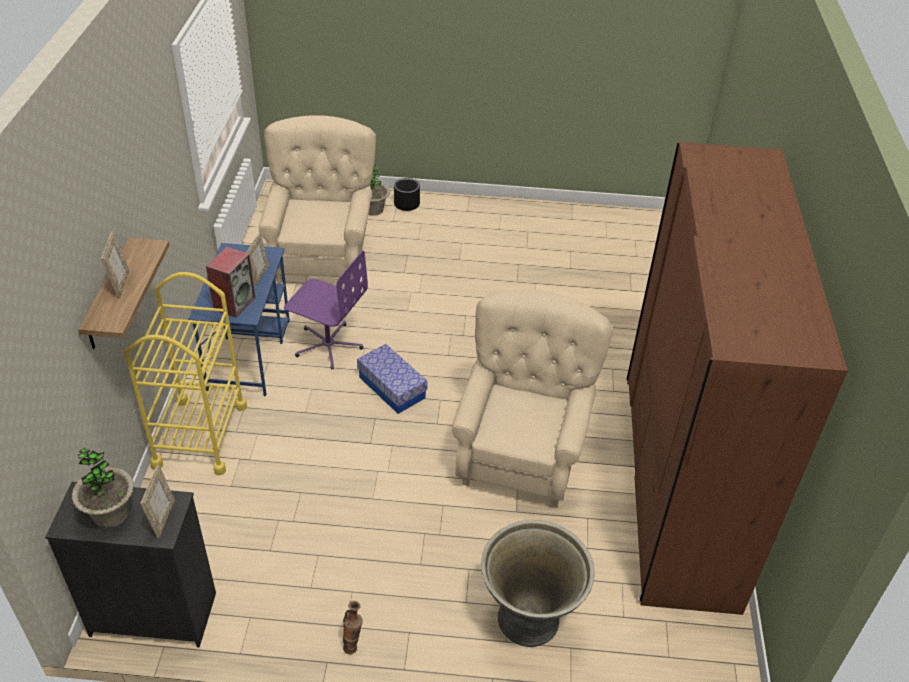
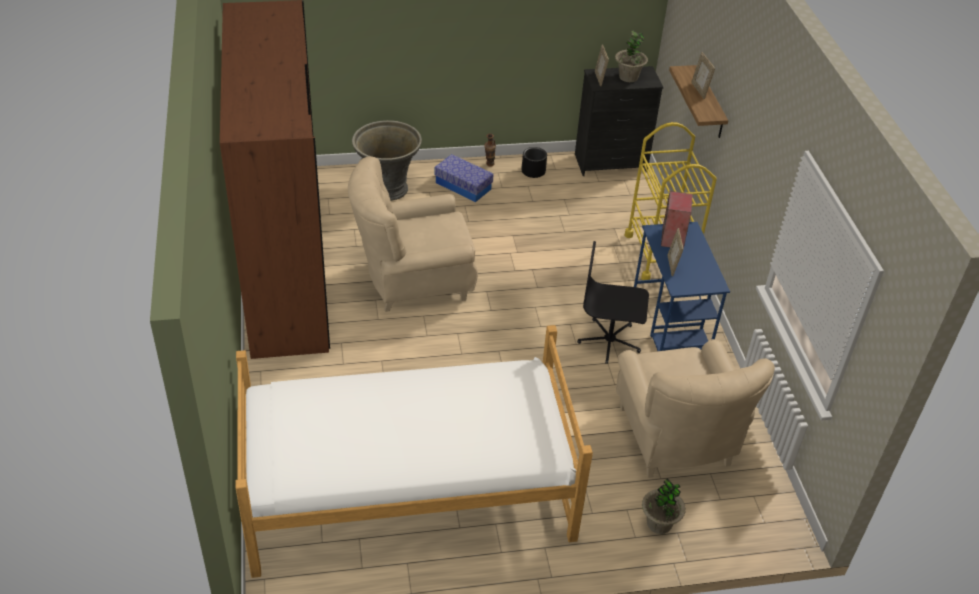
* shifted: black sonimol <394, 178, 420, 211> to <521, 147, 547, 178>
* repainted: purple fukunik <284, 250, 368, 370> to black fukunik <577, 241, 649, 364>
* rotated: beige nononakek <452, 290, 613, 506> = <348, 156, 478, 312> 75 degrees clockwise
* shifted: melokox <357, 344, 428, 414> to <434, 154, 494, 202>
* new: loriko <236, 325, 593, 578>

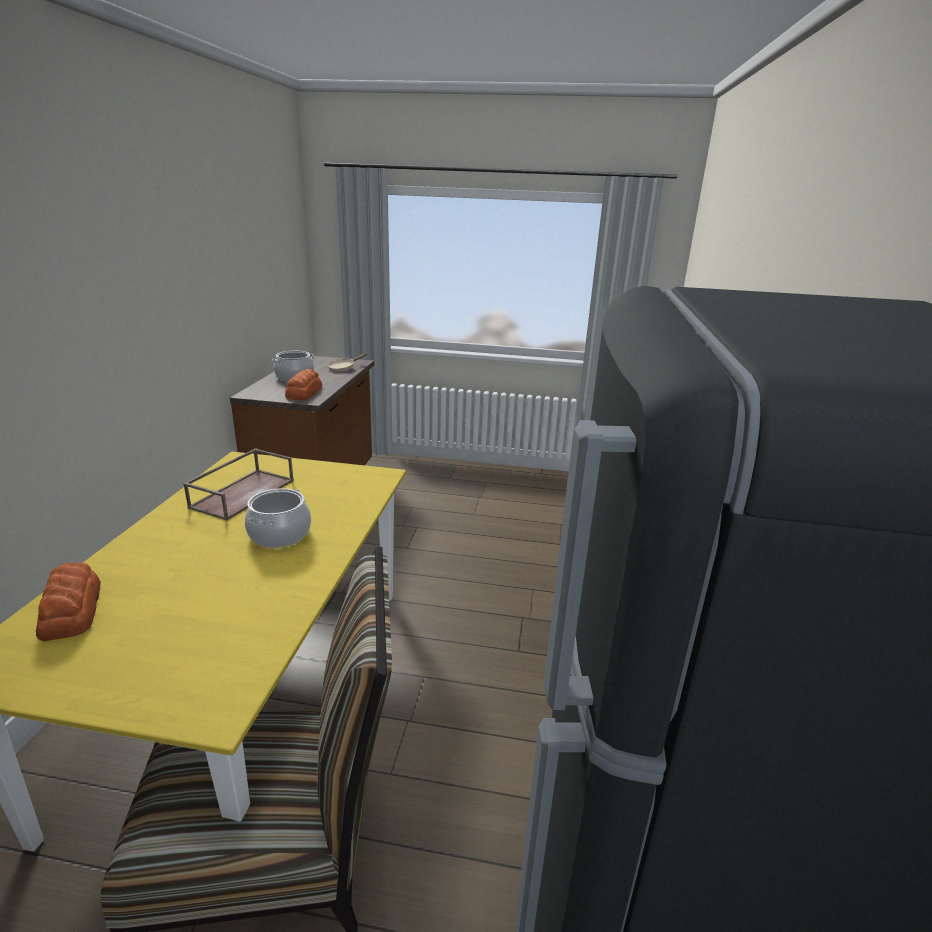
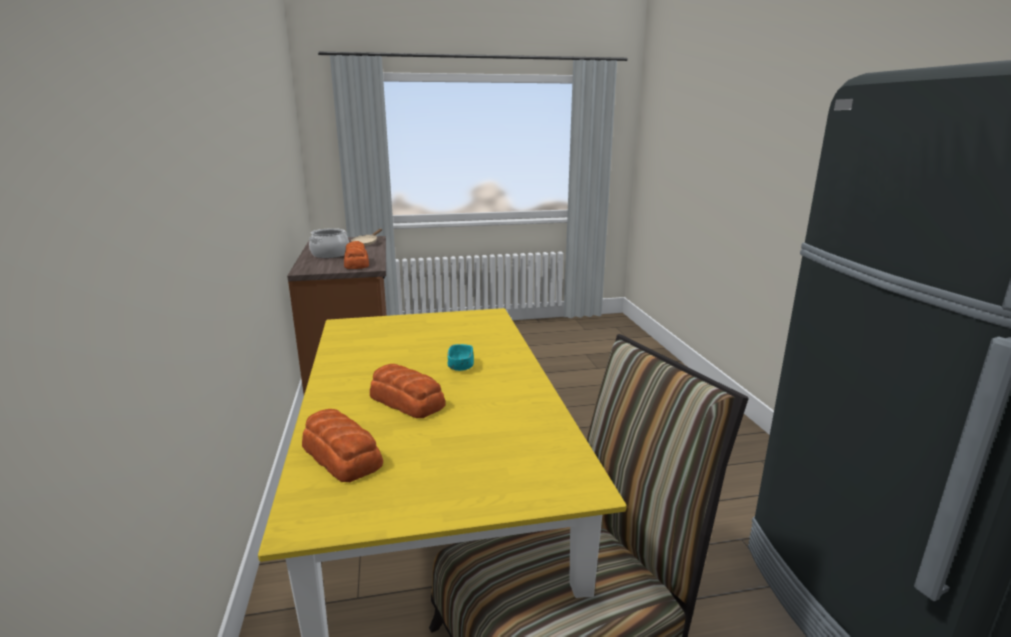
* gone: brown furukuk <183, 448, 294, 521>
* swapped: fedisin <245, 488, 311, 548> to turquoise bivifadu <447, 344, 474, 371>
* new: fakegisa <370, 364, 446, 418>

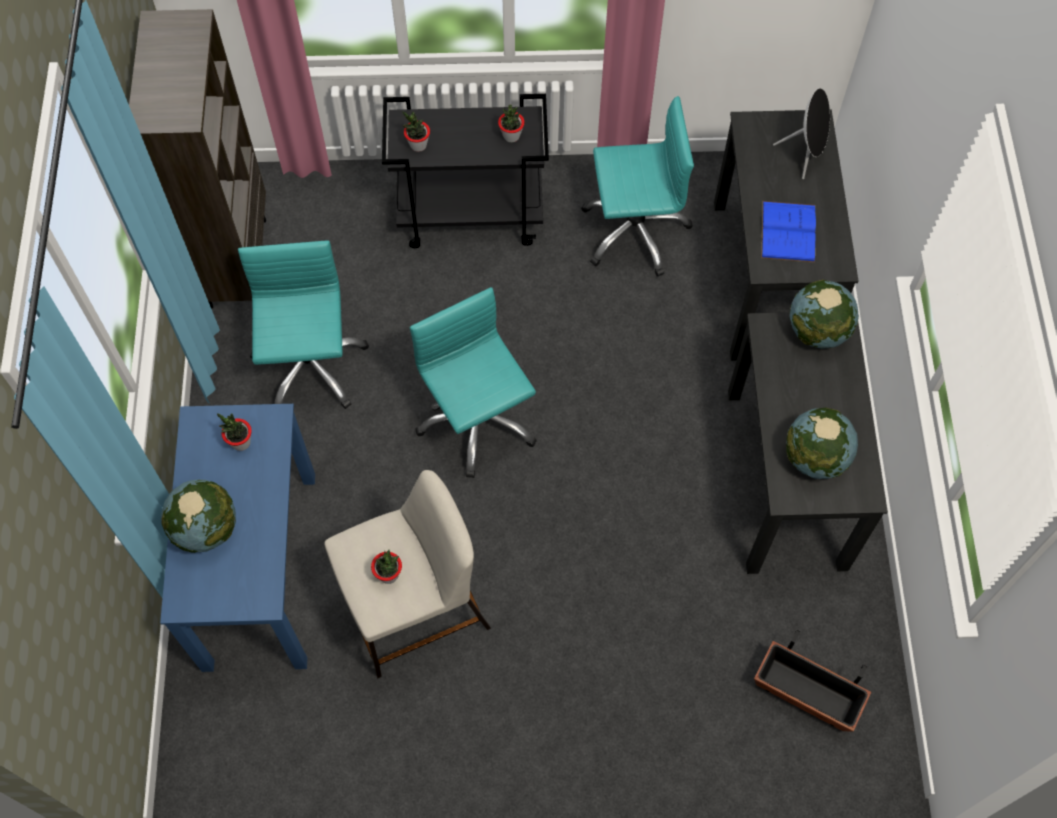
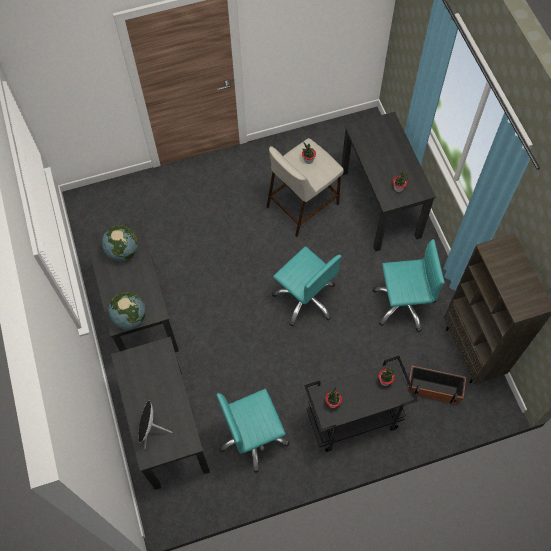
* gone: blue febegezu <761, 201, 816, 263>
* rotated: turquoise fukunik <238, 240, 369, 409> = <372, 239, 445, 332> 75 degrees counterclockwise
* repainted: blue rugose <160, 404, 315, 672> to black rugose <341, 112, 436, 252>
* gone: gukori <161, 480, 236, 553>
* shifted: sonimol <754, 630, 871, 731> to <408, 366, 466, 404>

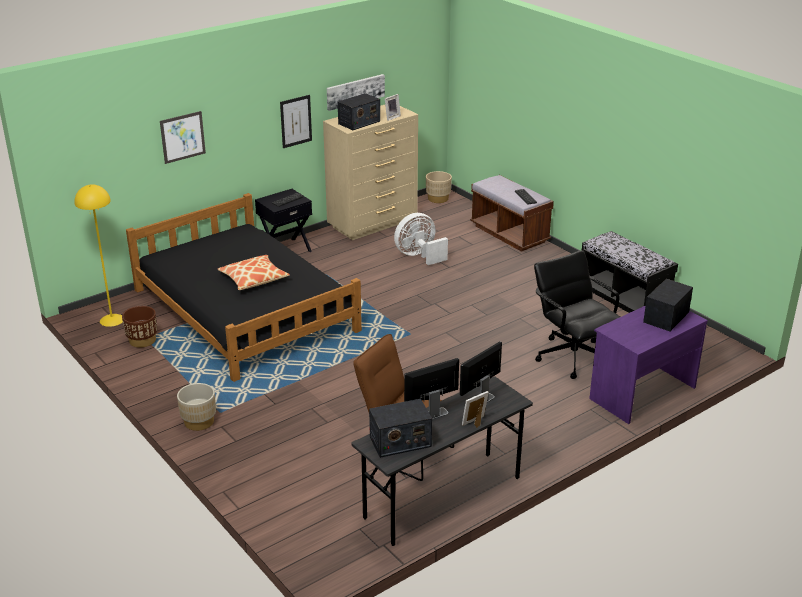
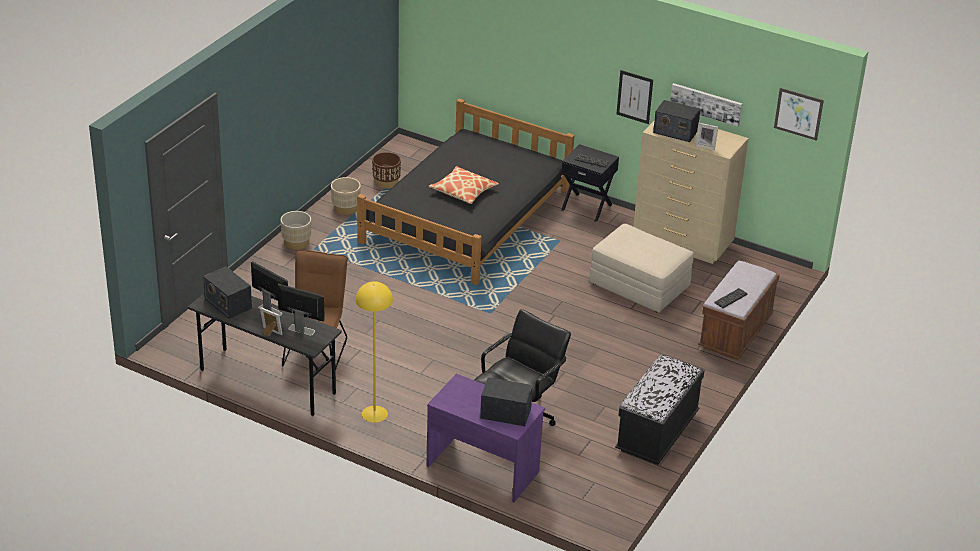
* shifted: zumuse <160, 111, 206, 164> to <774, 88, 824, 141>
* shifted: beige sonimol <426, 171, 452, 203> to <331, 177, 361, 215>
* shifted: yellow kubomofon <74, 185, 123, 327> to <356, 281, 393, 423>
* swapped: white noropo <394, 213, 448, 265> to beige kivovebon <589, 224, 694, 313>

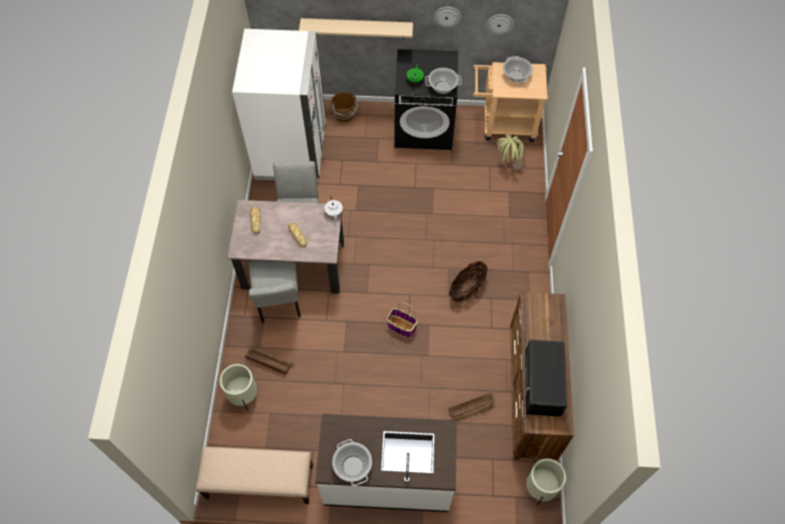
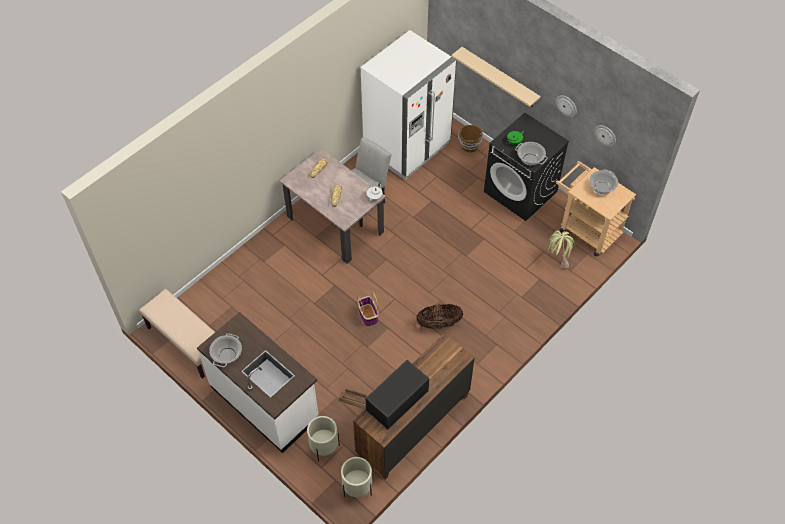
* gone: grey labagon <248, 261, 301, 323>
* gone: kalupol <245, 348, 294, 375>
* shifted: beige sonimol <220, 364, 257, 411> to <307, 416, 340, 461>

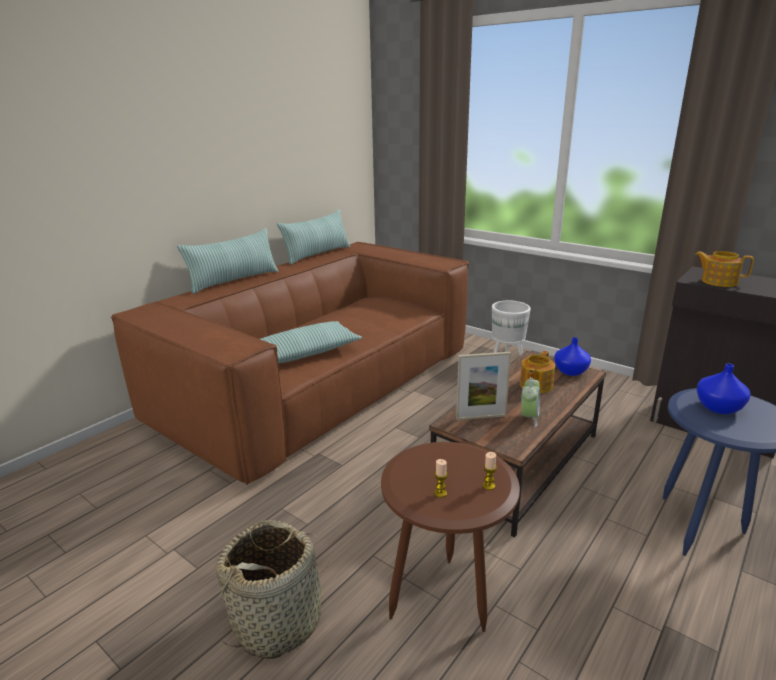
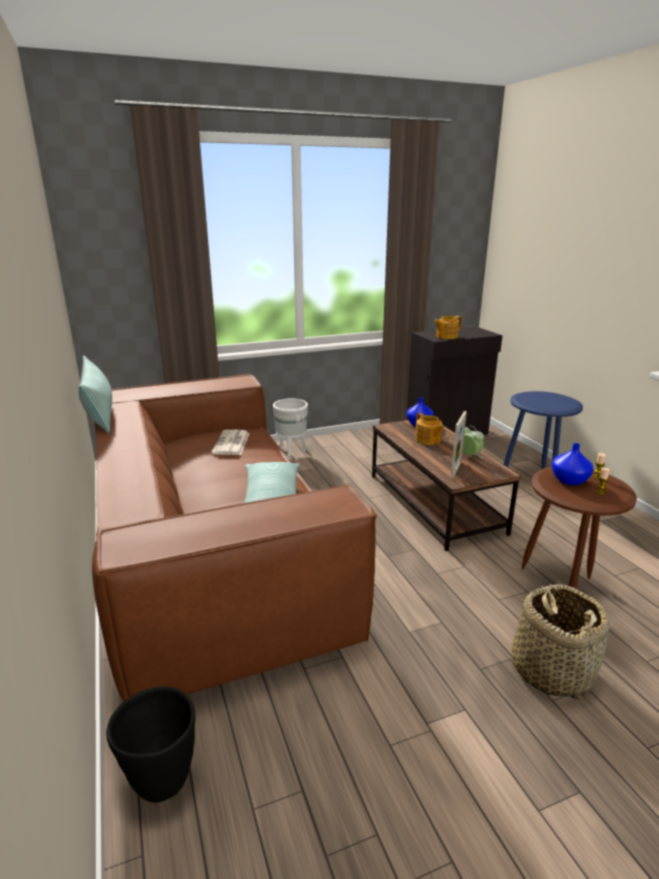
* gone: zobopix <177, 228, 279, 294>
* shifted: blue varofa <697, 364, 750, 414> to <552, 443, 594, 485>
* new: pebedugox <212, 430, 250, 455>
* new: black sonimol <106, 686, 196, 803>

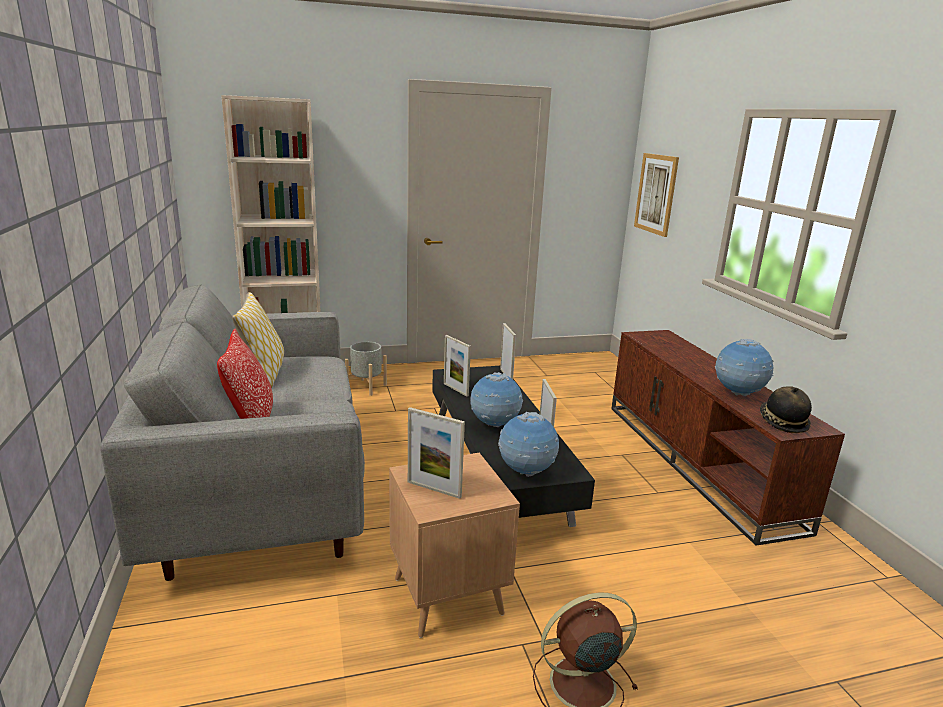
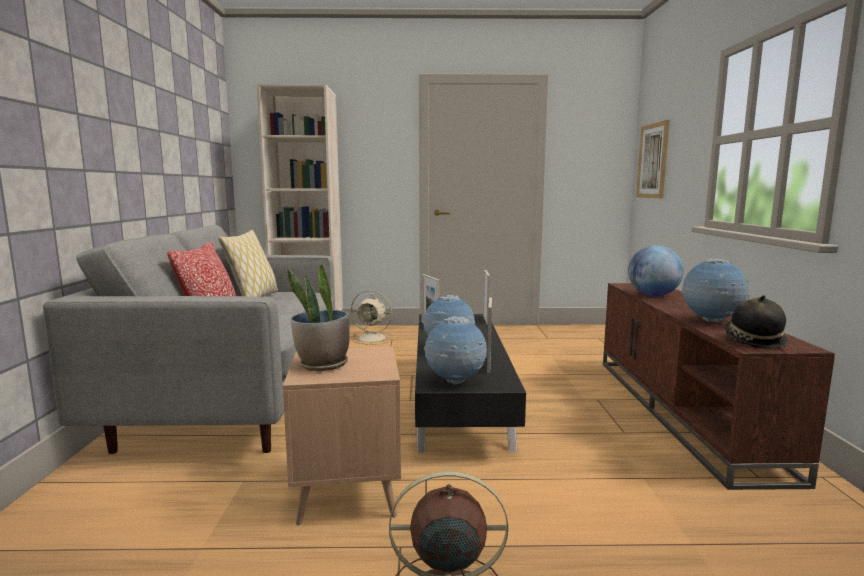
* swapped: grey sonimol <345, 342, 387, 396> to beige noropo <351, 290, 394, 345>
* swapped: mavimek <408, 407, 465, 499> to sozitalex <287, 264, 350, 371>
* new: gukori <628, 245, 684, 296>

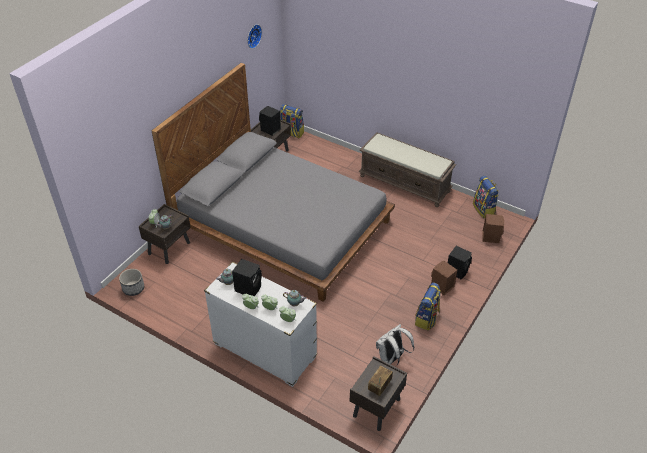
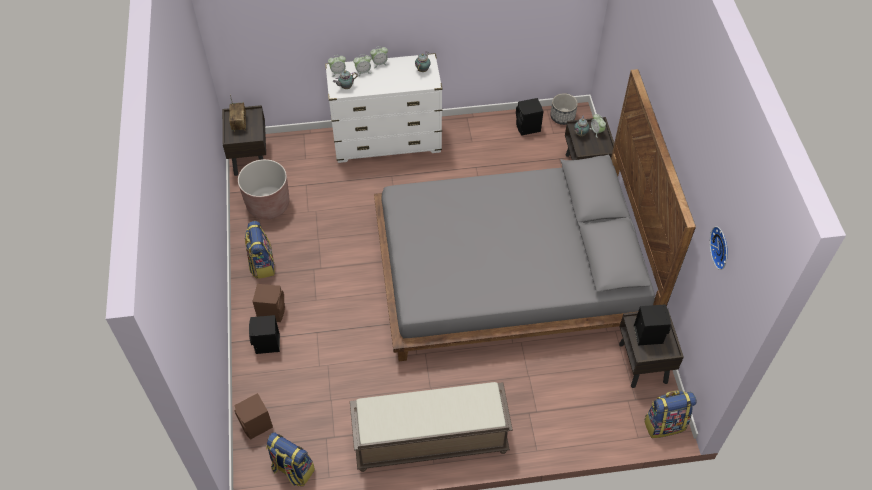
* shifted: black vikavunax <232, 259, 262, 296> to <516, 98, 543, 135>
* swapped: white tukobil <376, 324, 414, 366> to brown sonimol <238, 159, 290, 220>

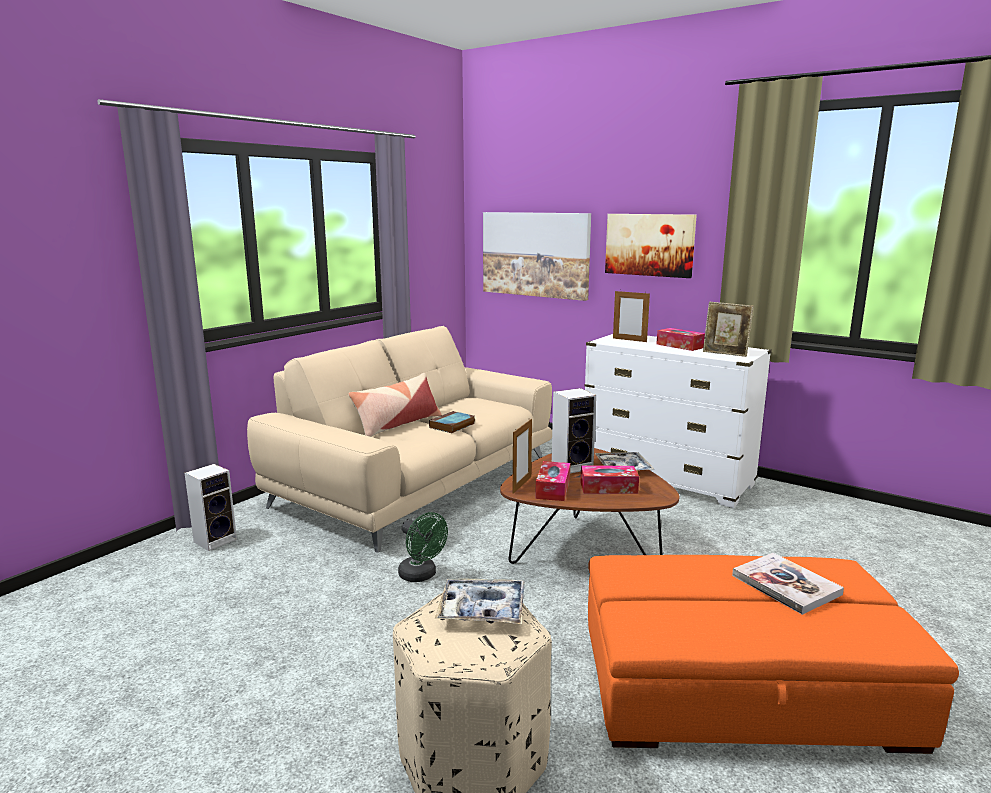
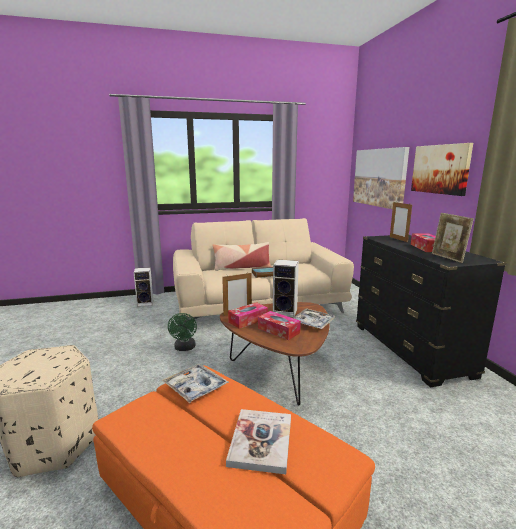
* repainted: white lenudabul <584, 334, 772, 508> to black lenudabul <356, 235, 506, 388>
* shifted: furukuk <435, 578, 525, 624> to <162, 364, 229, 403>

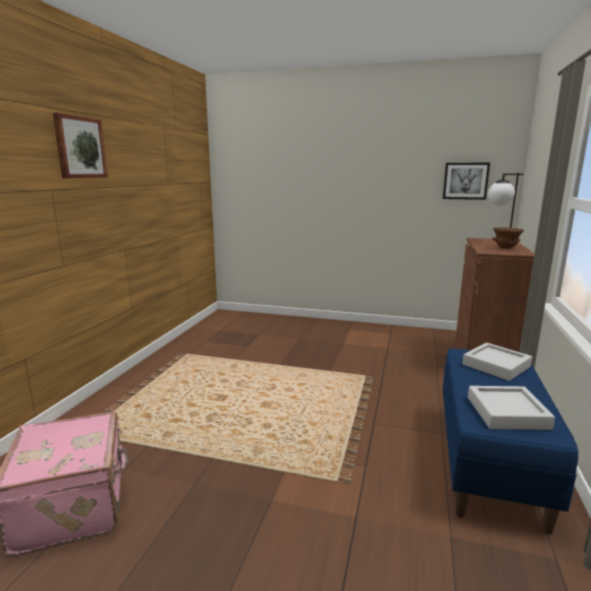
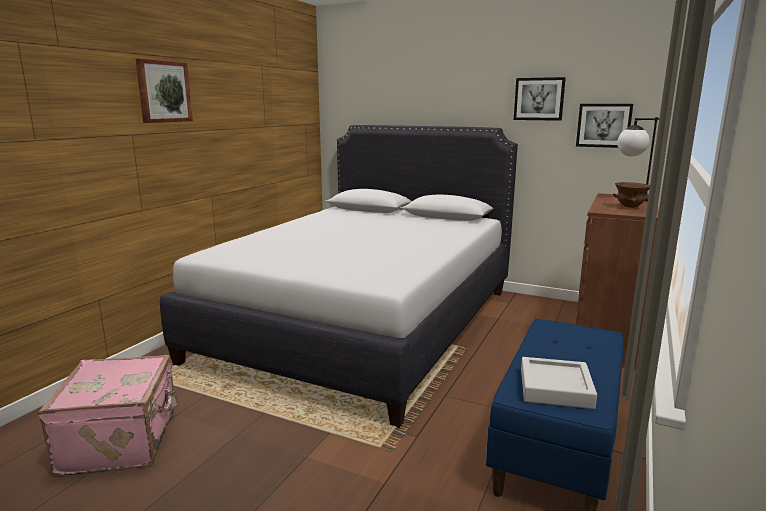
* gone: grey furukuk <462, 343, 532, 381>
* new: zumuse <514, 77, 566, 121>
* new: white loriko <160, 125, 518, 428>

